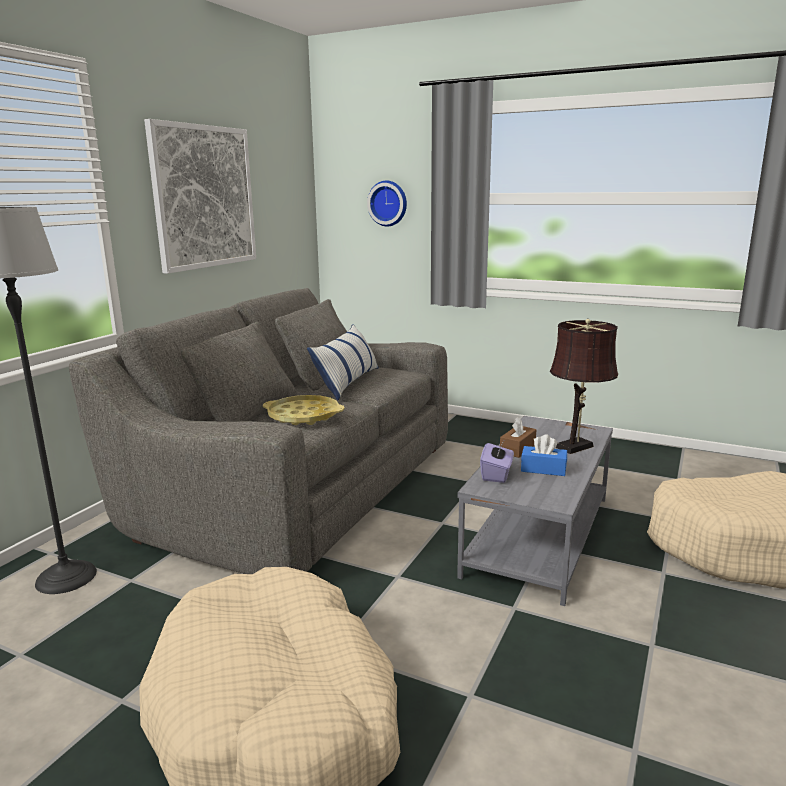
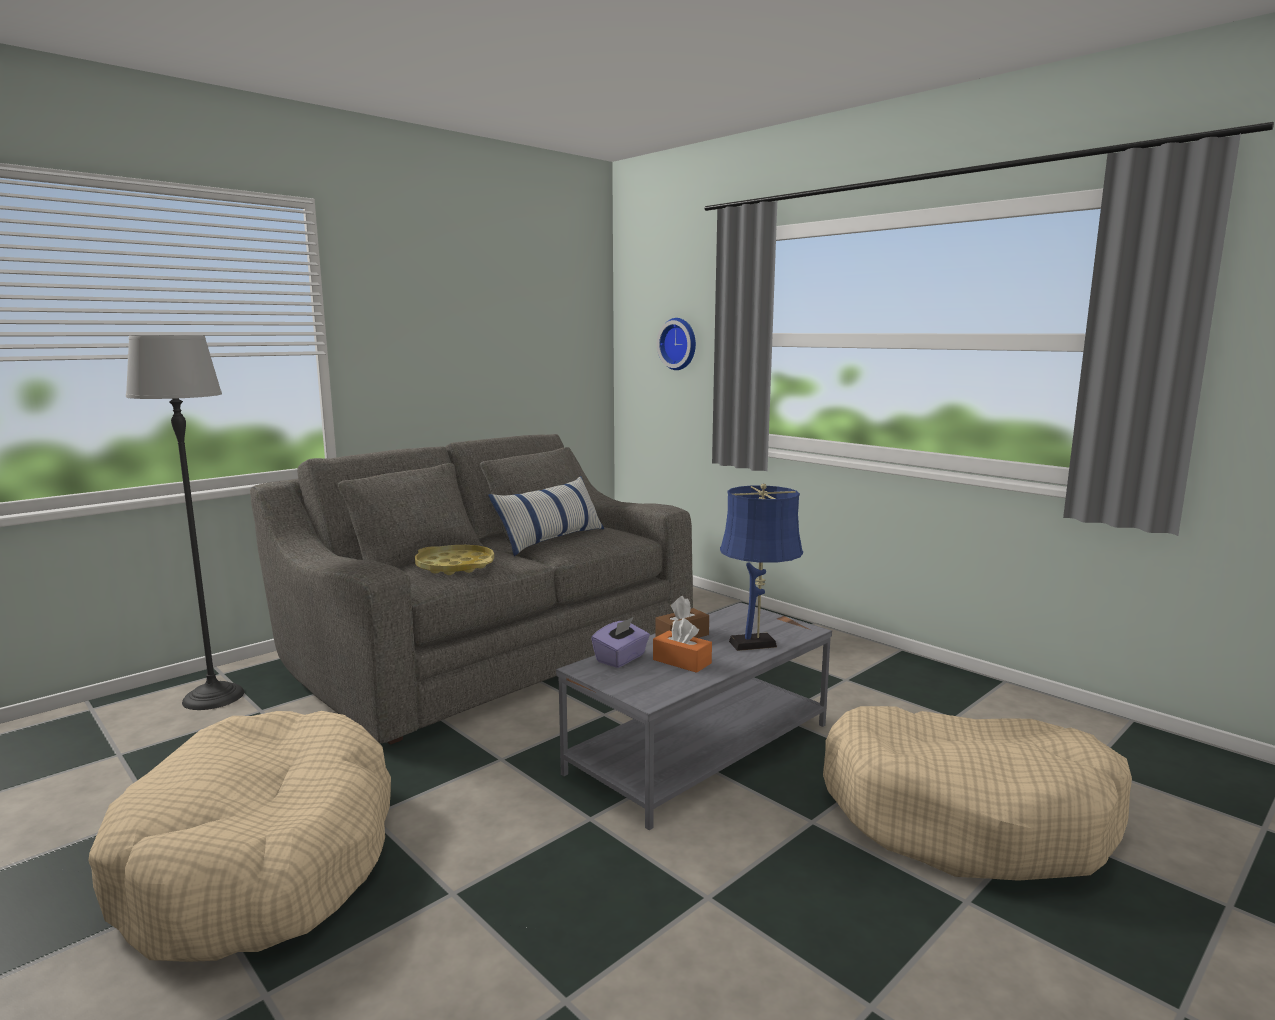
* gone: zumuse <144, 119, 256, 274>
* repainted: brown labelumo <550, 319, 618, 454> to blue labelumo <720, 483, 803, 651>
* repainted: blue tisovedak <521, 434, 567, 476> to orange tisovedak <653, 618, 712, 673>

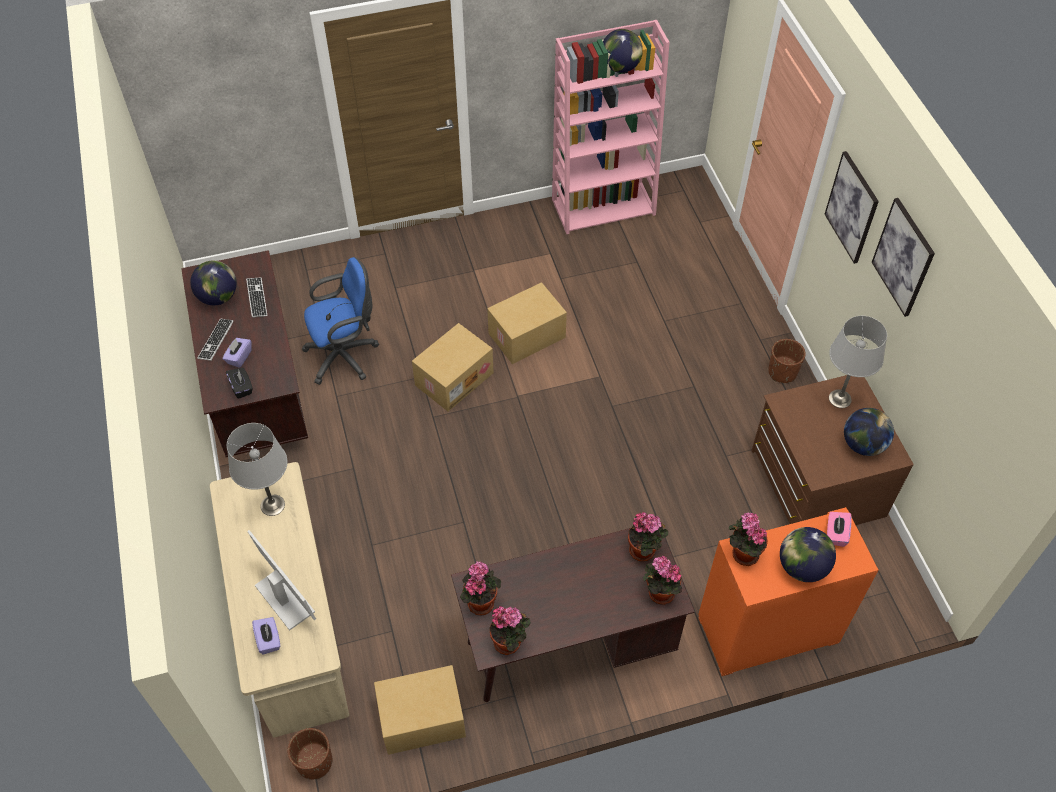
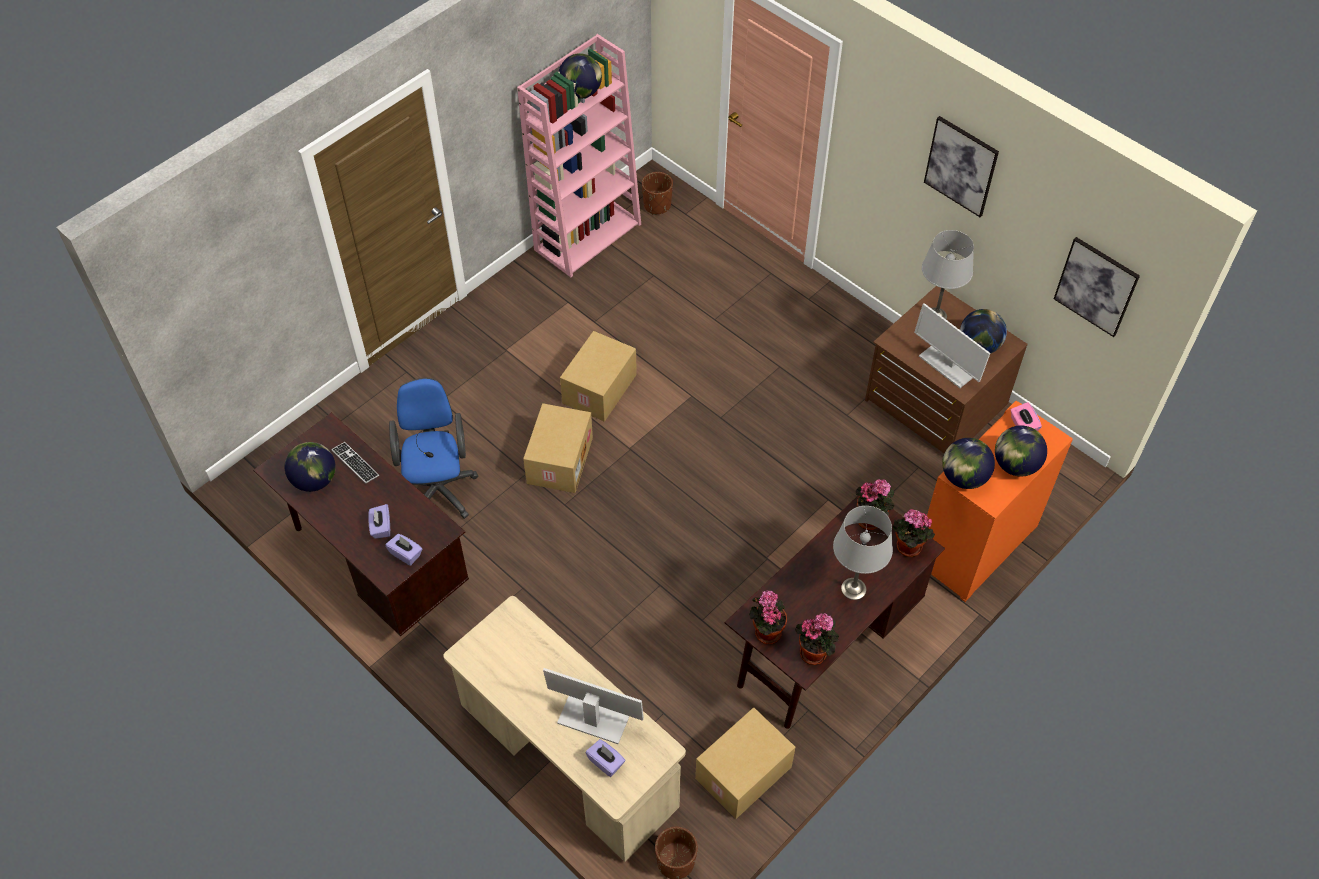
* shifted: zumuse <824, 151, 879, 264> to <1054, 237, 1140, 337>
* rotated: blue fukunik <302, 257, 379, 385> = <389, 378, 478, 519> 45 degrees counterclockwise
* gone: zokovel <198, 319, 234, 361>
* shifted: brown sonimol <768, 339, 806, 383> to <642, 172, 673, 215>
* repainted: black tisovedak <226, 368, 253, 399> to purple tisovedak <385, 534, 422, 566>
* shifted: grey labelumo <227, 423, 288, 516> to <833, 506, 893, 600>
* swapped: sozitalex <729, 512, 768, 566> to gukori <942, 438, 995, 489>
* new: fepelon <914, 303, 990, 388>

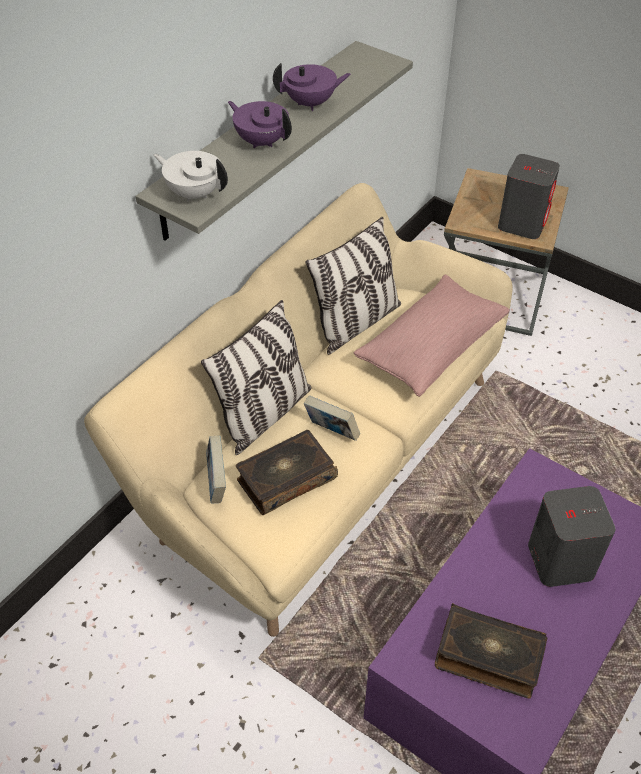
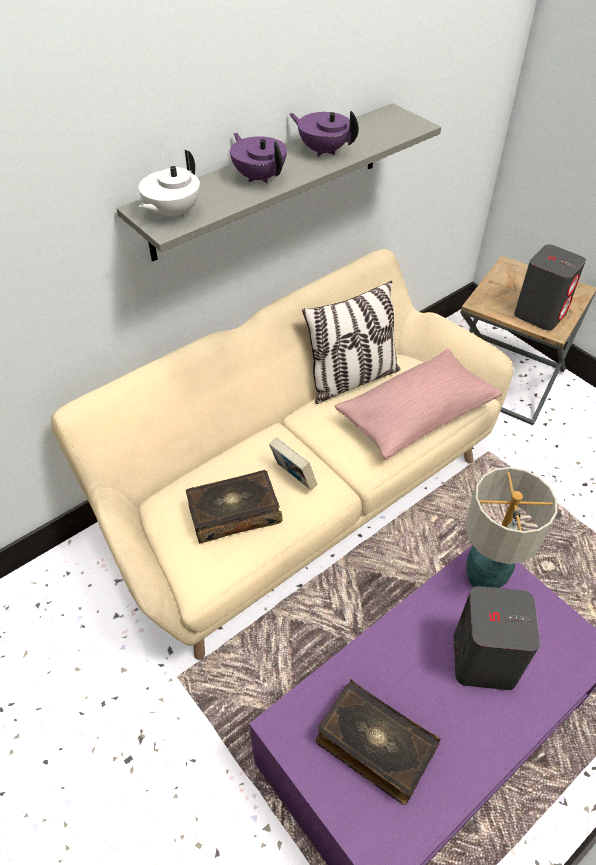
* rotated: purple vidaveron <273, 63, 351, 111> = <289, 111, 359, 157> 150 degrees counterclockwise
* rotated: white vidaveron <154, 151, 228, 202> = <138, 150, 200, 221> 105 degrees counterclockwise
* gone: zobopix <201, 300, 312, 455>
* gone: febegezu <206, 436, 226, 503>
* new: labelumo <465, 467, 557, 588>

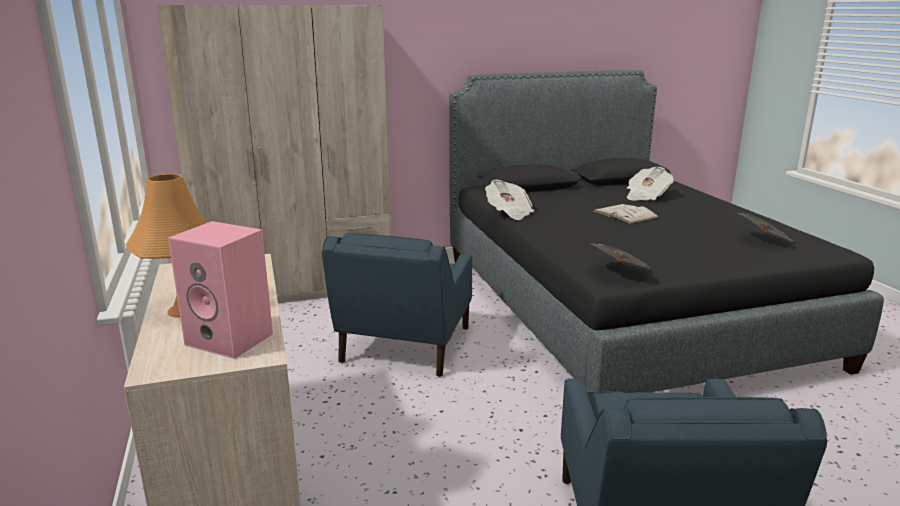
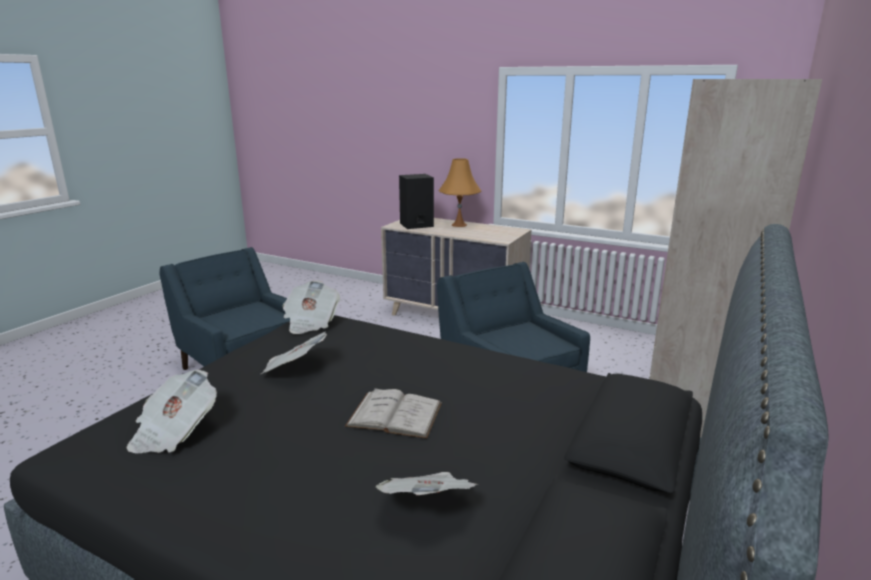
* shifted: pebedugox <485, 180, 534, 220> to <261, 332, 327, 374>
* repainted: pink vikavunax <168, 221, 273, 359> to black vikavunax <399, 174, 434, 229>

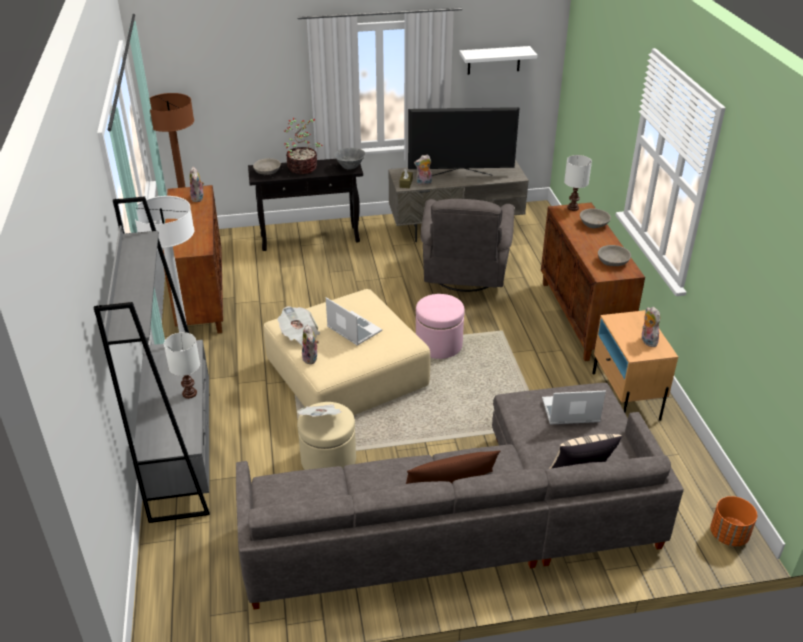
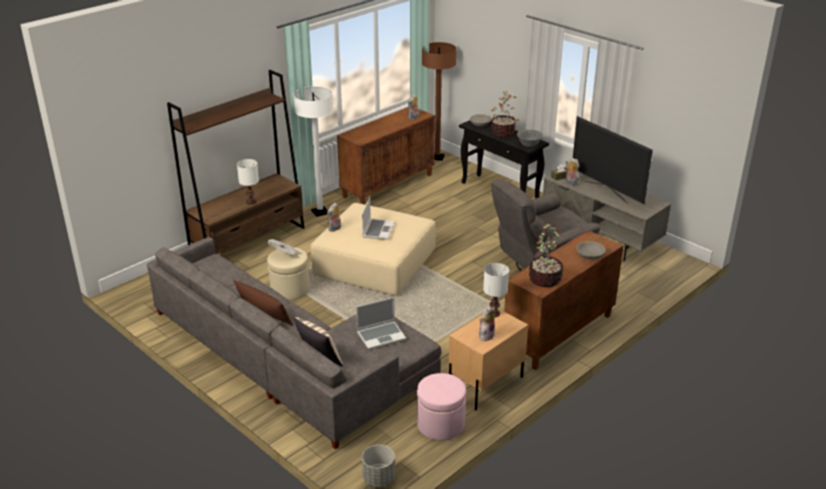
* gone: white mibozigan <459, 46, 537, 75>
* shifted: white labelumo <564, 155, 592, 211> to <483, 263, 509, 317>
* repainted: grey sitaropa <94, 196, 210, 523> to brown sitaropa <167, 70, 305, 254>
* swapped: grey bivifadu <598, 245, 631, 266> to sozitalex <529, 223, 563, 287>
* shifted: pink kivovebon <416, 294, 465, 359> to <417, 373, 466, 441>
* gone: pebedugox <278, 306, 320, 346>
* rotated: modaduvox <542, 390, 606, 424> = <356, 297, 406, 350> 105 degrees clockwise
* repainted: orange sonimol <710, 496, 757, 546> to grey sonimol <362, 445, 395, 487>

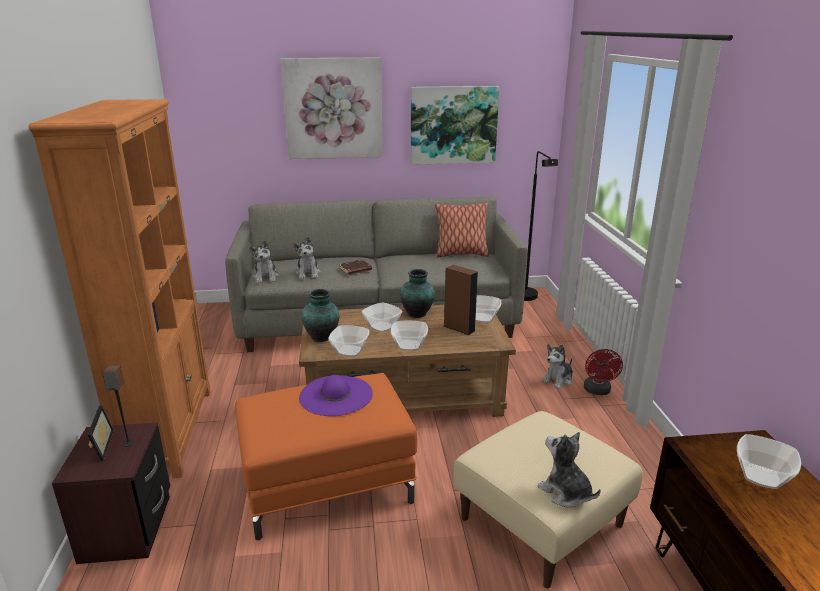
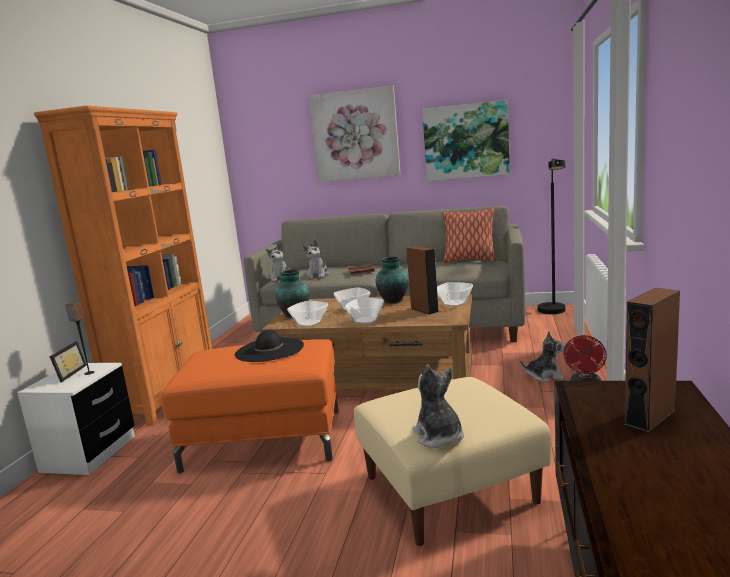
* rotated: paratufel <542, 344, 573, 389> = <520, 331, 567, 382> 150 degrees counterclockwise
* repainted: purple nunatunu <299, 375, 373, 416> to black nunatunu <235, 330, 304, 362>
* repainted: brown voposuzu <52, 422, 170, 564> to white voposuzu <17, 363, 135, 475>
* swapped: bivifadu <737, 434, 801, 489> to brown vikavunax <623, 288, 680, 432>

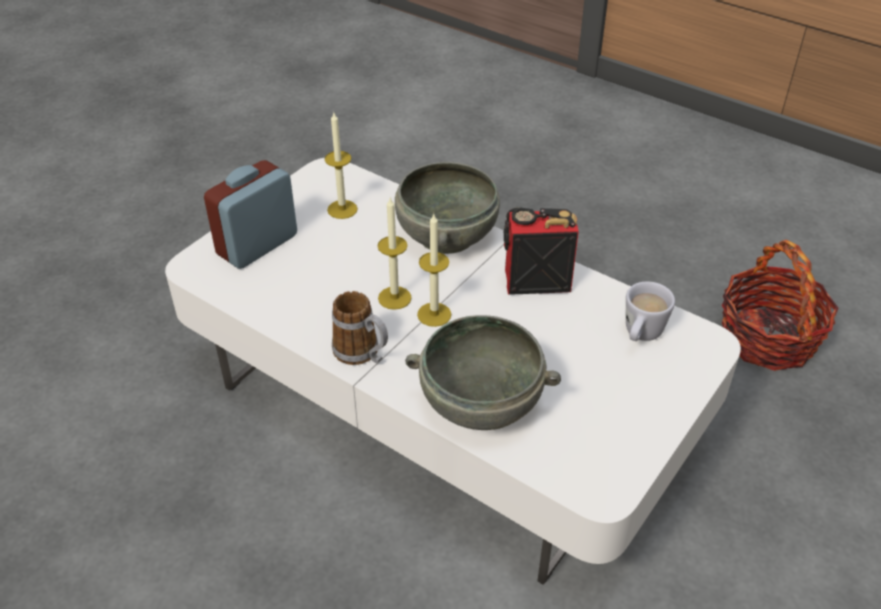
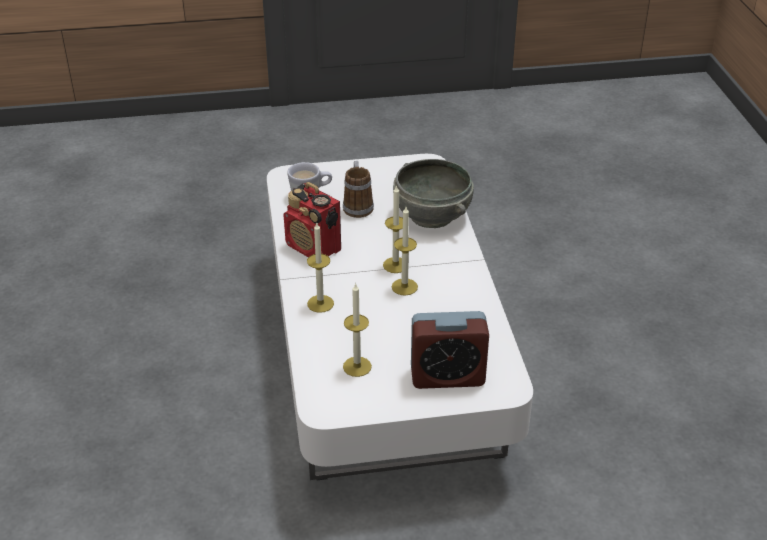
* swapped: grey bivifadu <395, 162, 500, 254> to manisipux <307, 223, 334, 313>
* gone: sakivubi <722, 240, 839, 371>
* shifted: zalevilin <332, 291, 388, 365> to <343, 161, 374, 218>

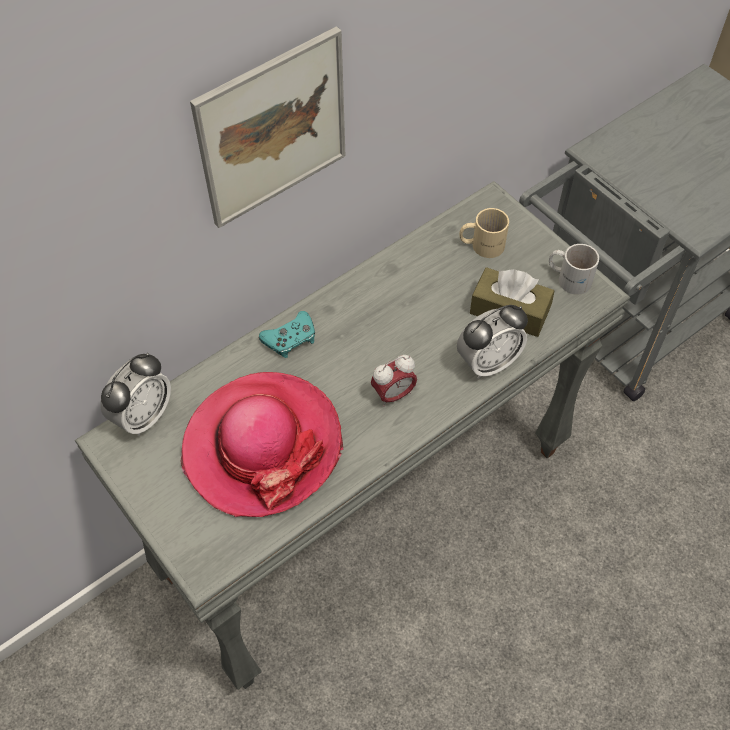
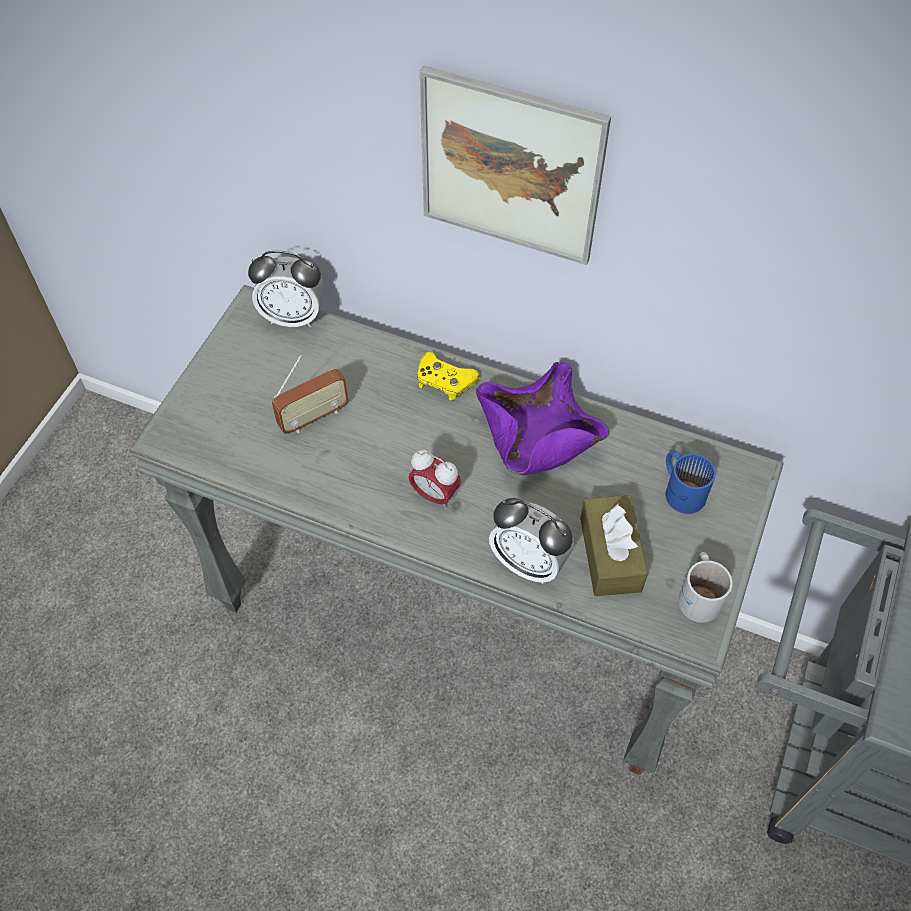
* repainted: beige zalevilin <459, 208, 509, 258> to blue zalevilin <665, 451, 716, 514>
* repainted: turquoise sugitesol <259, 311, 315, 358> to yellow sugitesol <417, 352, 479, 401>
* swapped: nunatunu <180, 372, 343, 517> to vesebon <272, 355, 349, 434>
* new: purple bivifadu <476, 362, 610, 476>

